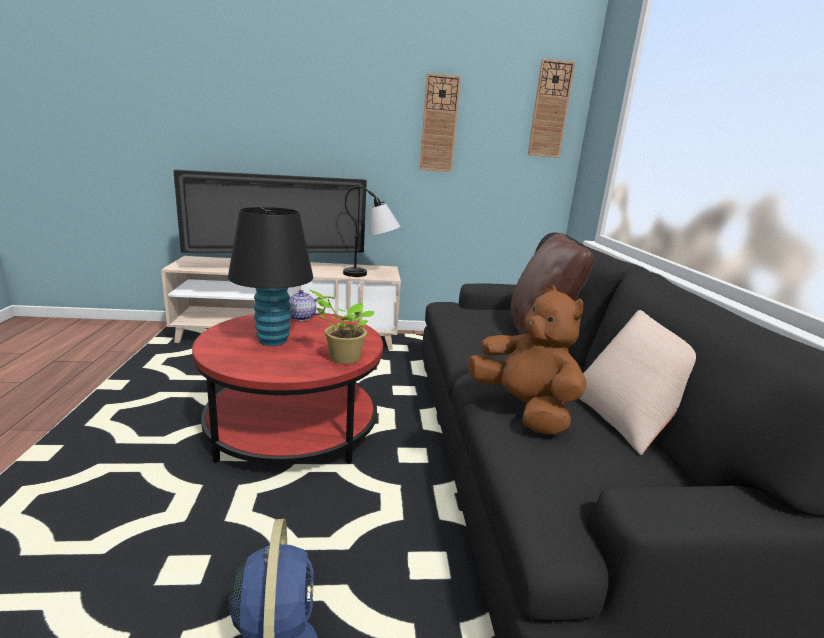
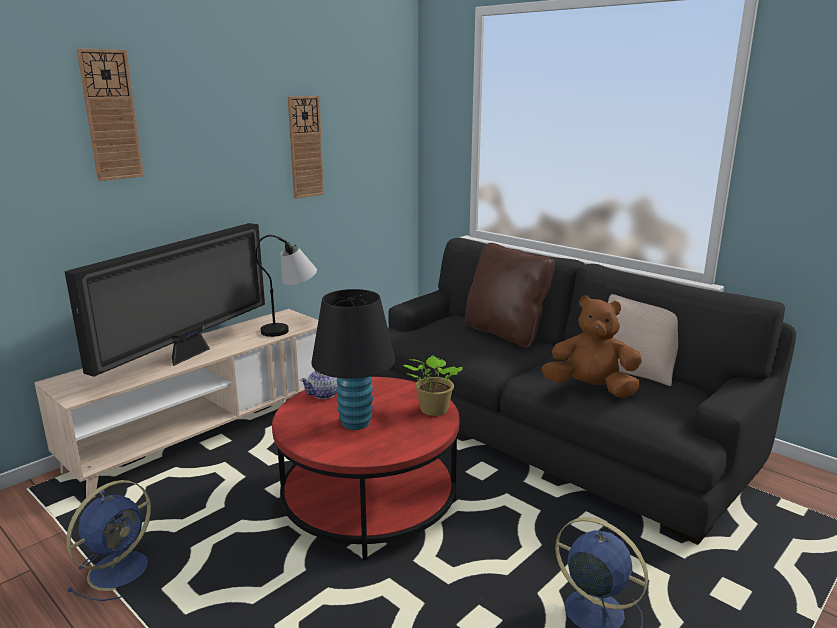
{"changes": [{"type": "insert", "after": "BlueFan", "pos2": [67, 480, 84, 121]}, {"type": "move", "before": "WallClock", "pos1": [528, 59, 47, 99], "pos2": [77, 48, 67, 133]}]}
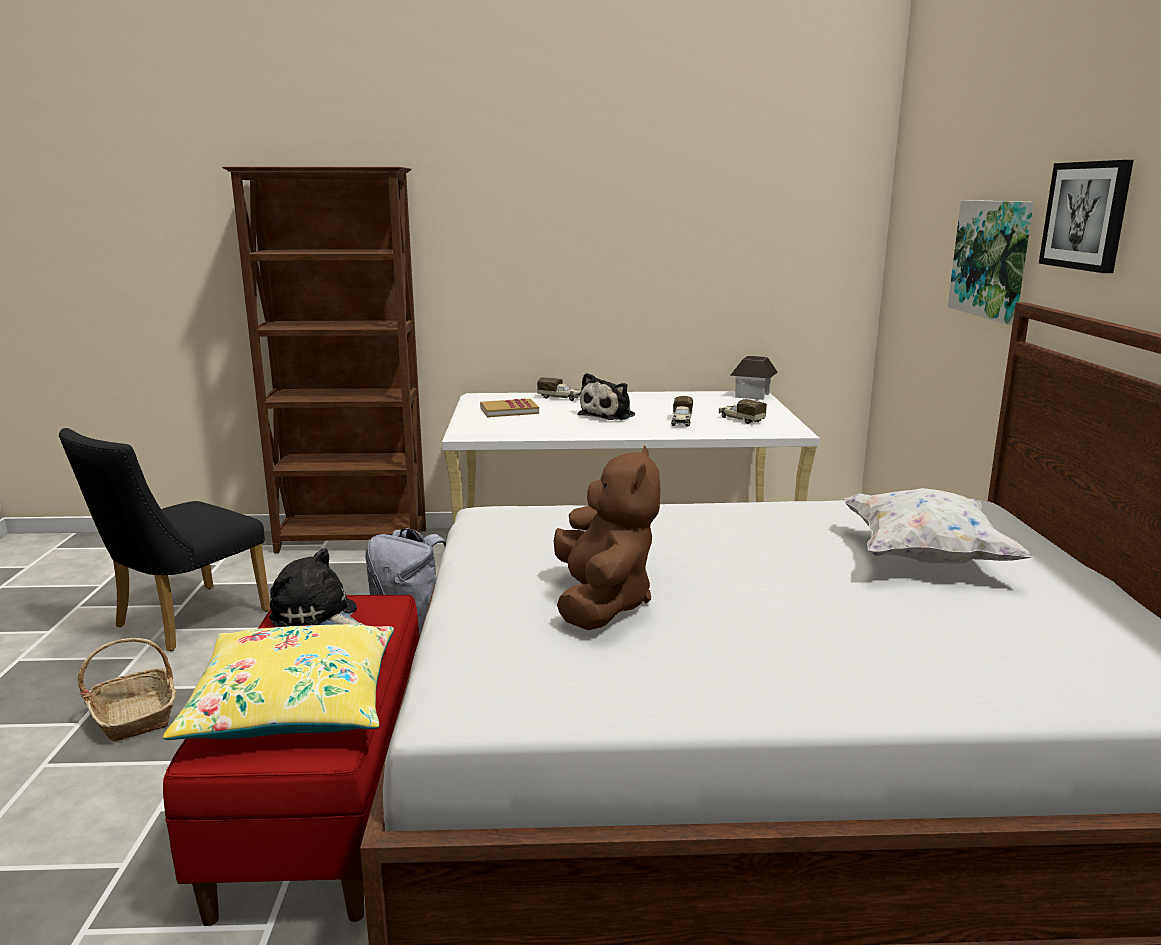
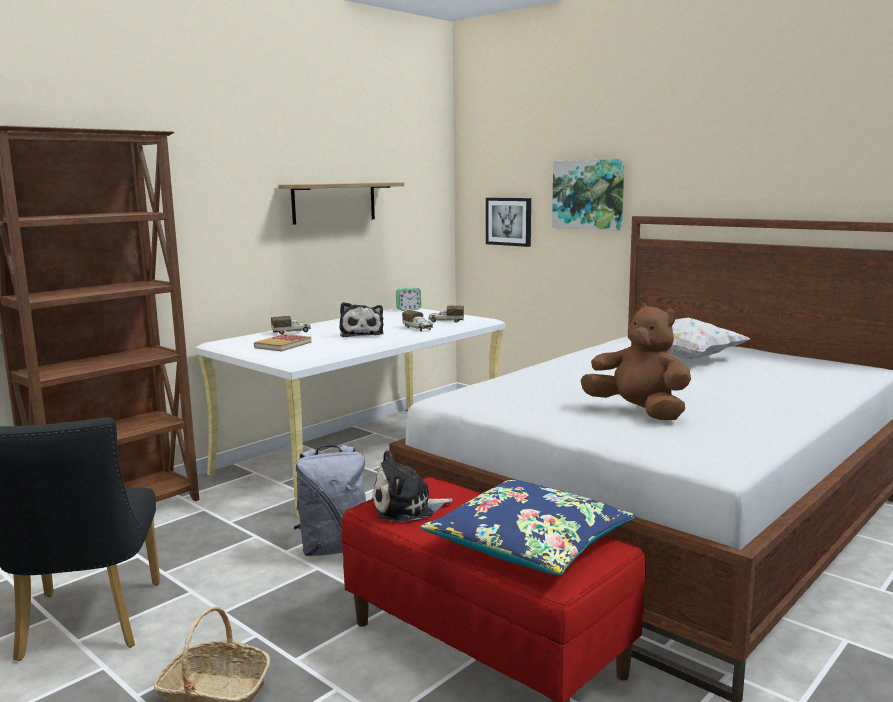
{"changes": [{"type": "insert", "after": "Shelf", "pos2": [278, 182, 126, 43]}, {"type": "replace", "before": "ToyHouse", "after": "AlarmClock", "pos1": [730, 356, 48, 44], "pos2": [396, 287, 25, 24]}, {"type": "recolor", "before": "YellowPillow", "after": "BluePillow", "pos1": [163, 624, 231, 116], "pos2": [421, 480, 215, 96]}, {"type": "move", "before": "Picture", "pos1": [1039, 160, 95, 113], "pos2": [486, 198, 45, 49]}]}
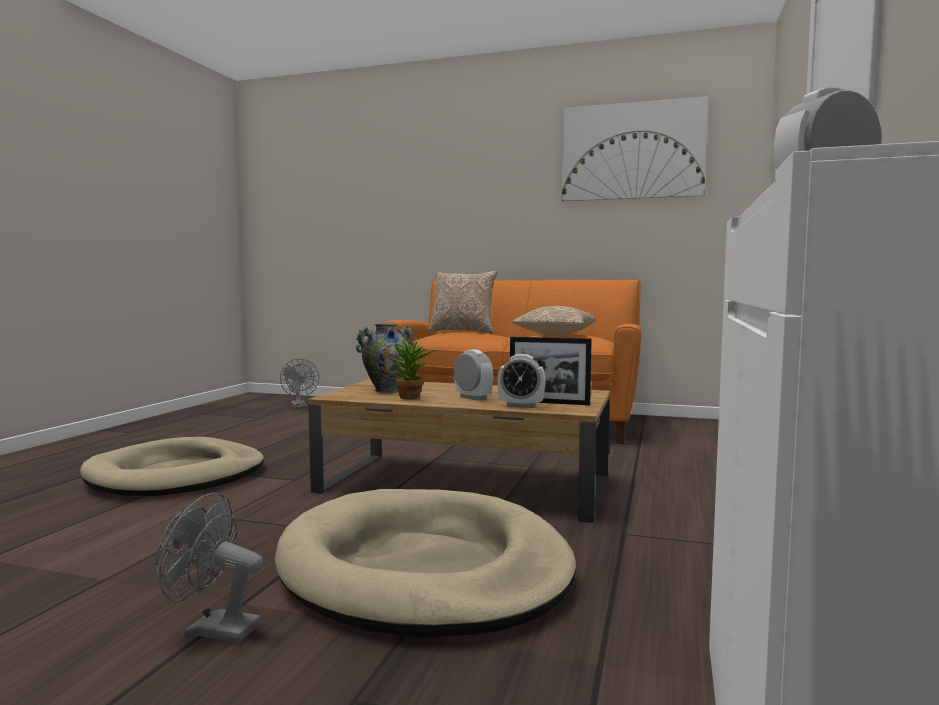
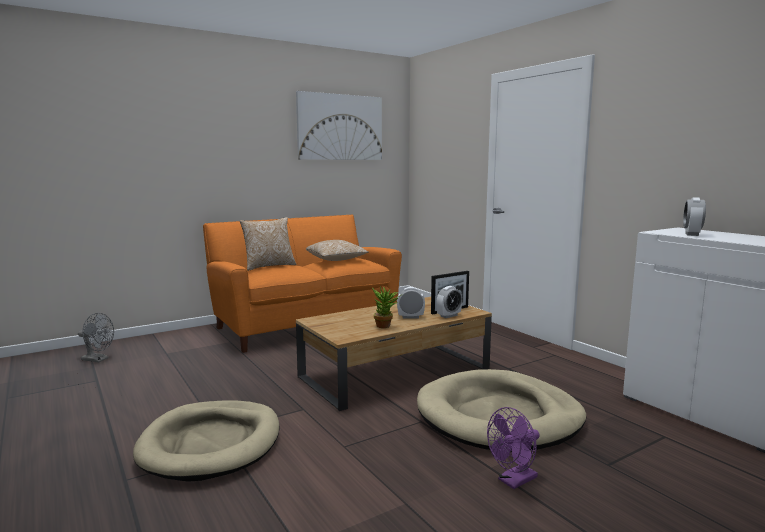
{"changes": [{"type": "recolor", "before": "GreyFan", "after": "PurpleFan", "pos1": [156, 493, 107, 150], "pos2": [487, 407, 53, 82]}, {"type": "delete", "before": "Vase", "pos1": [356, 323, 58, 69]}]}
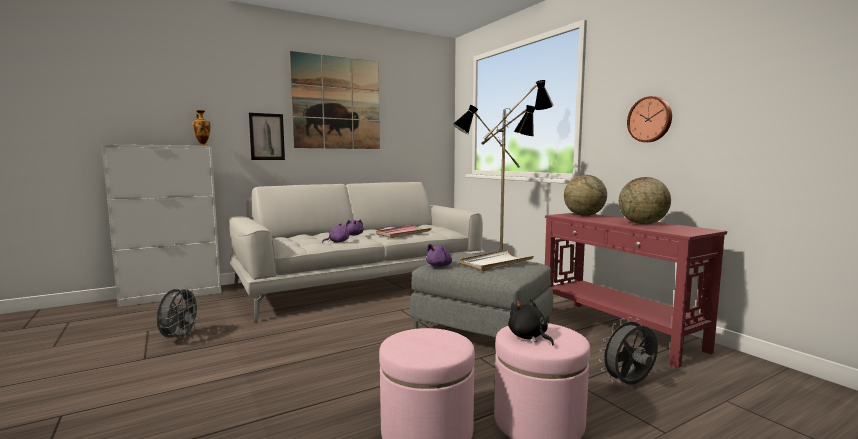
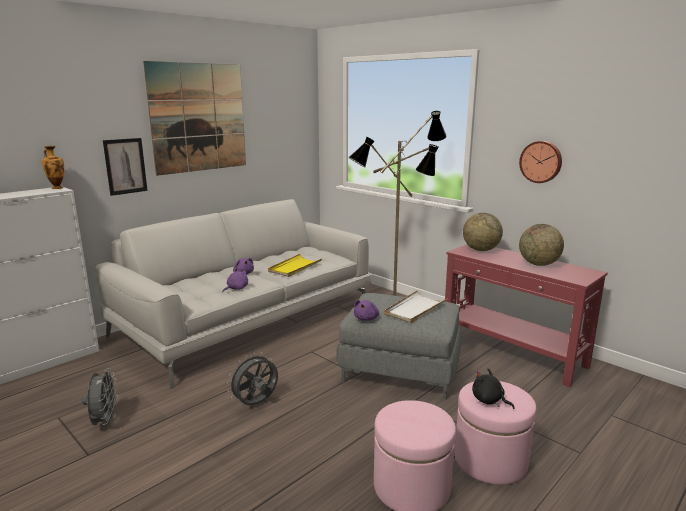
{"changes": [{"type": "move", "before": "GreyFan", "pos1": [599, 317, 59, 68], "pos2": [227, 352, 51, 54]}, {"type": "recolor", "before": "PinkTray", "after": "YellowTray", "pos1": [376, 225, 56, 13], "pos2": [268, 254, 54, 23]}]}
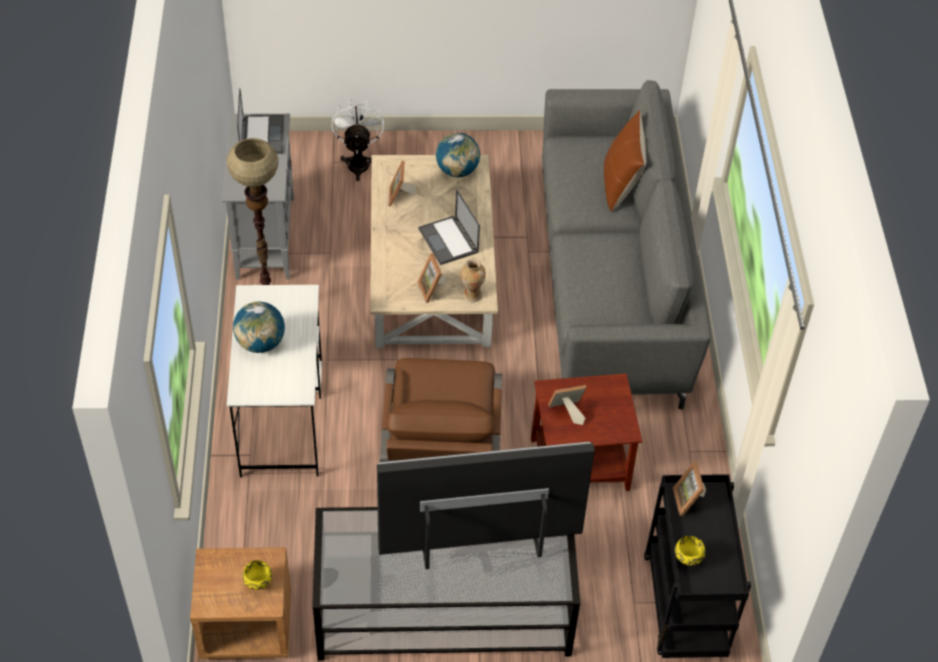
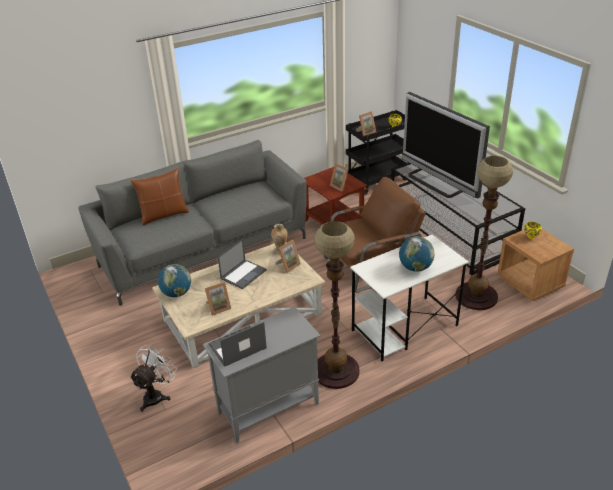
{"changes": [{"type": "rotate", "before": "WhiteFan", "pos1": [331, 100, 53, 81], "pos2": [130, 343, 46, 69], "turn": 150}, {"type": "insert", "after": "FloorLamp", "pos2": [455, 156, 58, 154]}]}
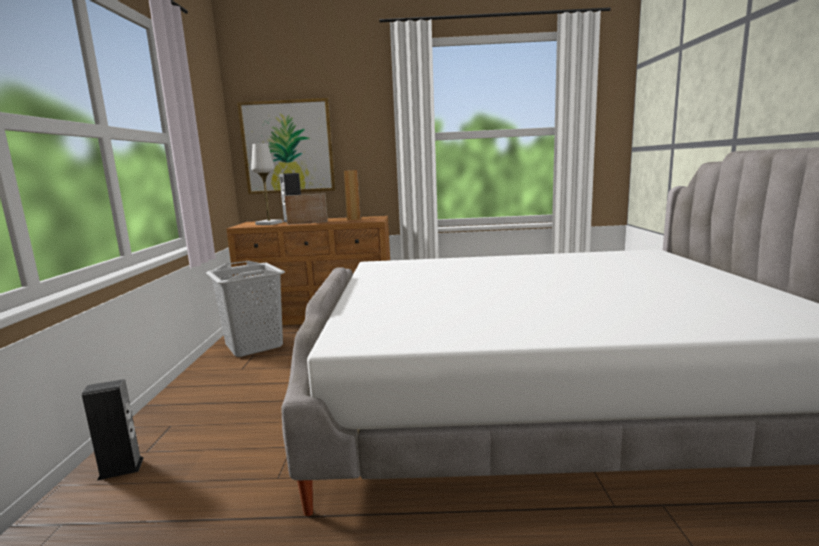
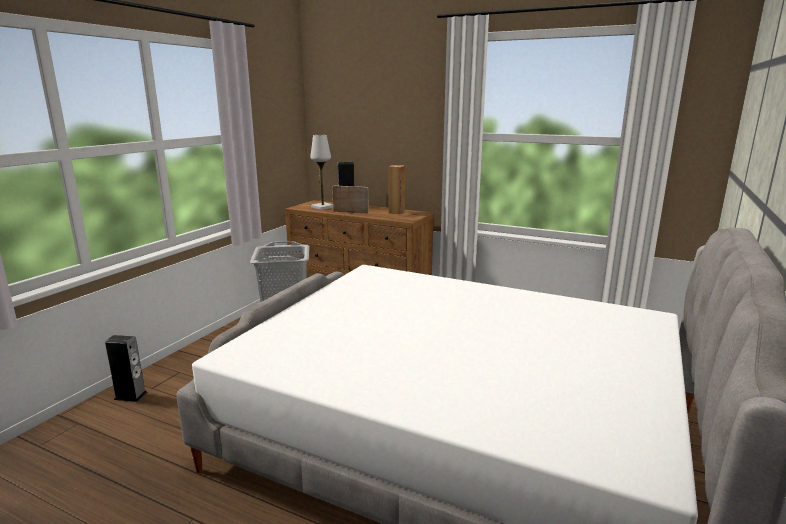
{"changes": [{"type": "delete", "before": "Picture", "pos1": [237, 98, 99, 96]}]}
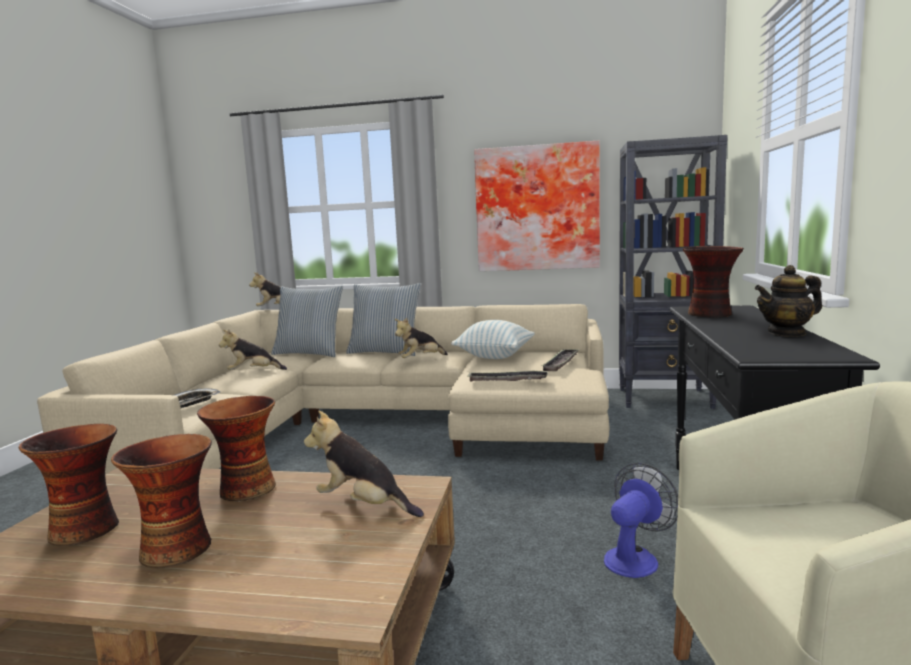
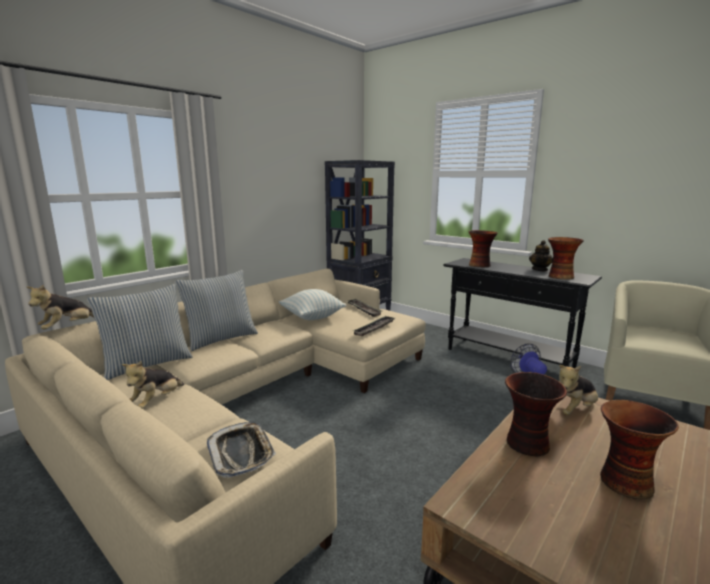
{"changes": [{"type": "move", "before": "Vase", "pos1": [19, 424, 100, 122], "pos2": [548, 237, 36, 43]}, {"type": "delete", "before": "PlushToy", "pos1": [395, 318, 53, 40]}, {"type": "delete", "before": "Picture", "pos1": [474, 141, 126, 130]}]}
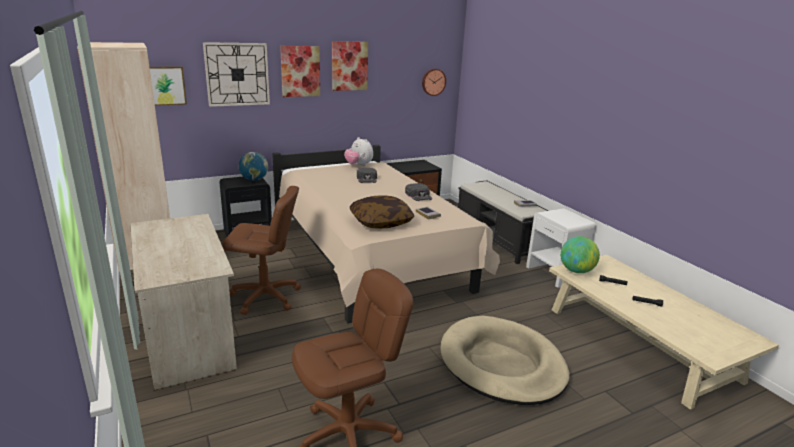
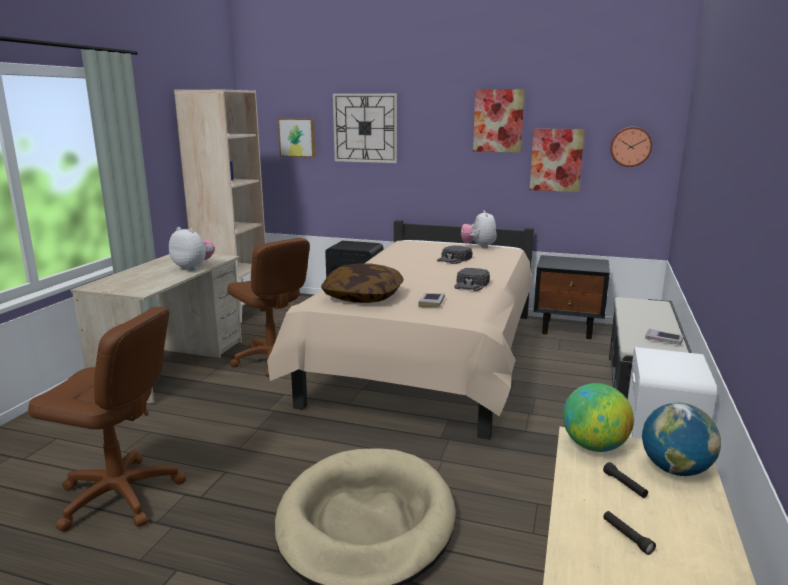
{"changes": [{"type": "insert", "after": "PlushToy", "pos2": [169, 227, 46, 44]}, {"type": "move", "before": "Picture", "pos1": [280, 46, 40, 51], "pos2": [530, 129, 55, 63]}, {"type": "move", "before": "Globe", "pos1": [239, 152, 29, 29], "pos2": [642, 403, 79, 73]}]}
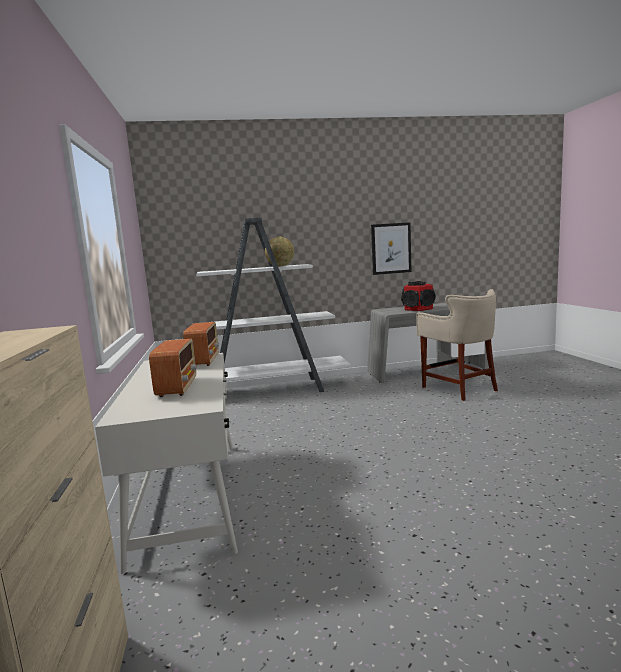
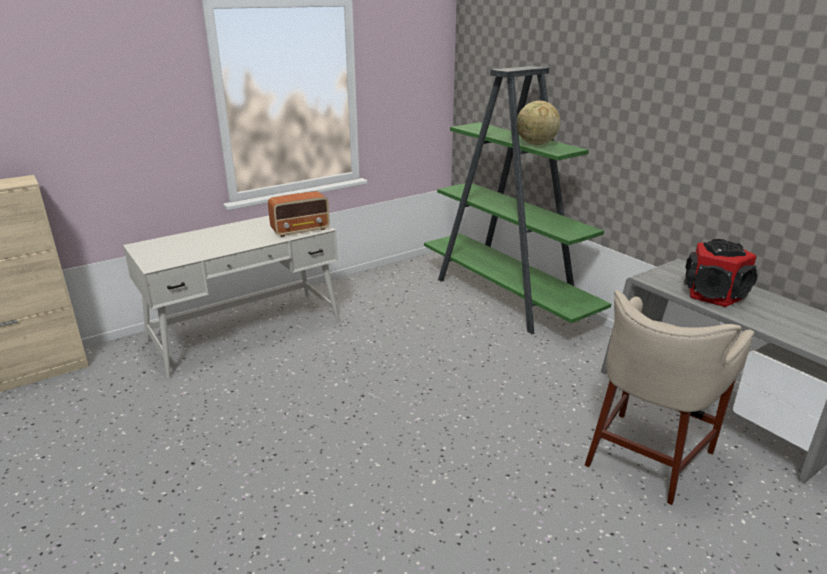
{"changes": [{"type": "recolor", "before": "WhiteBookcase", "after": "GreenBookcase", "pos1": [196, 218, 155, 174], "pos2": [424, 66, 187, 268]}, {"type": "delete", "before": "Radio", "pos1": [149, 339, 47, 58]}, {"type": "delete", "before": "Picture", "pos1": [371, 222, 41, 53]}]}
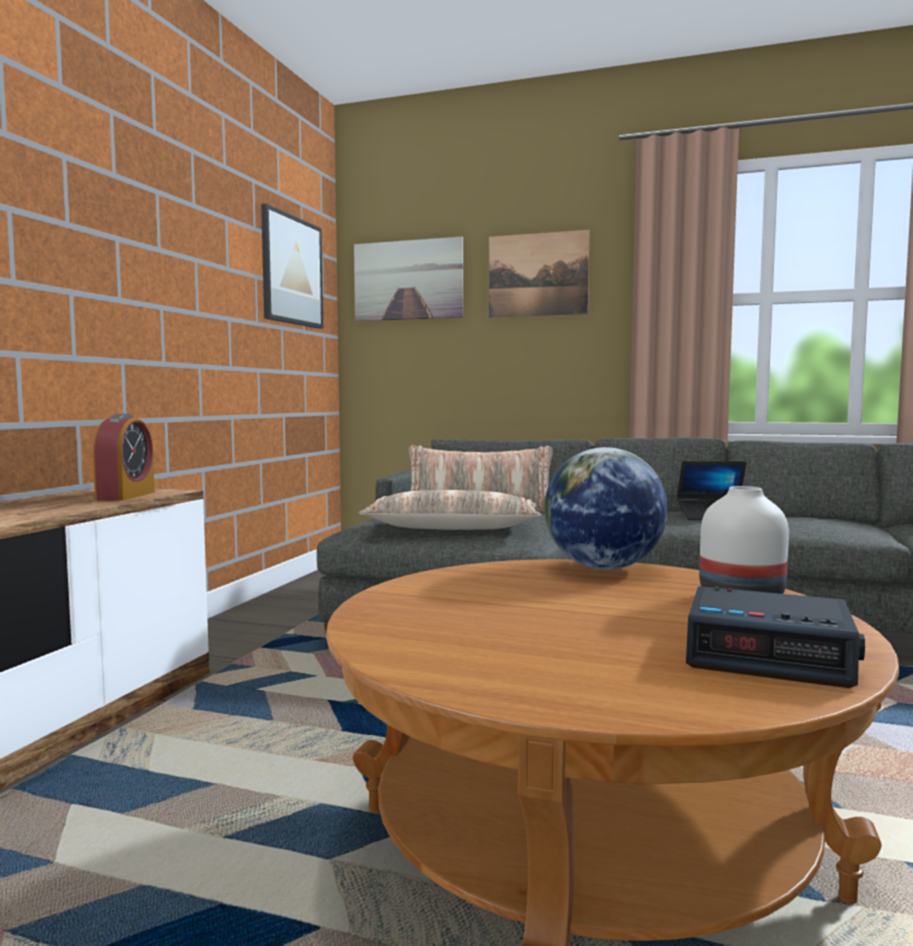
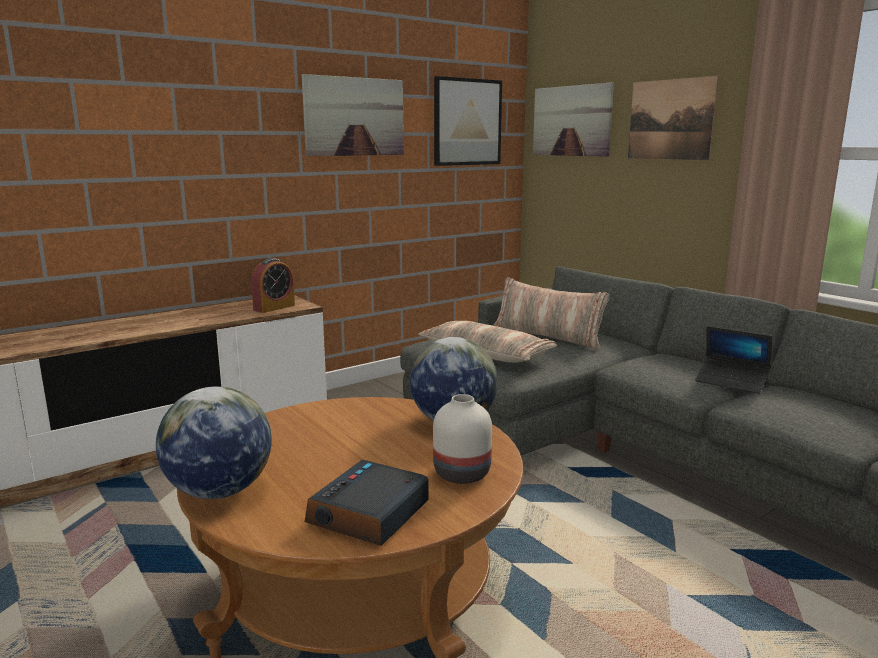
{"changes": [{"type": "insert", "after": "Globe", "pos2": [156, 386, 116, 113]}, {"type": "insert", "after": "Picture", "pos2": [302, 74, 102, 82]}, {"type": "rotate", "before": "AlarmClock", "pos1": [686, 586, 179, 102], "pos2": [305, 459, 123, 87], "turn": 60}]}
